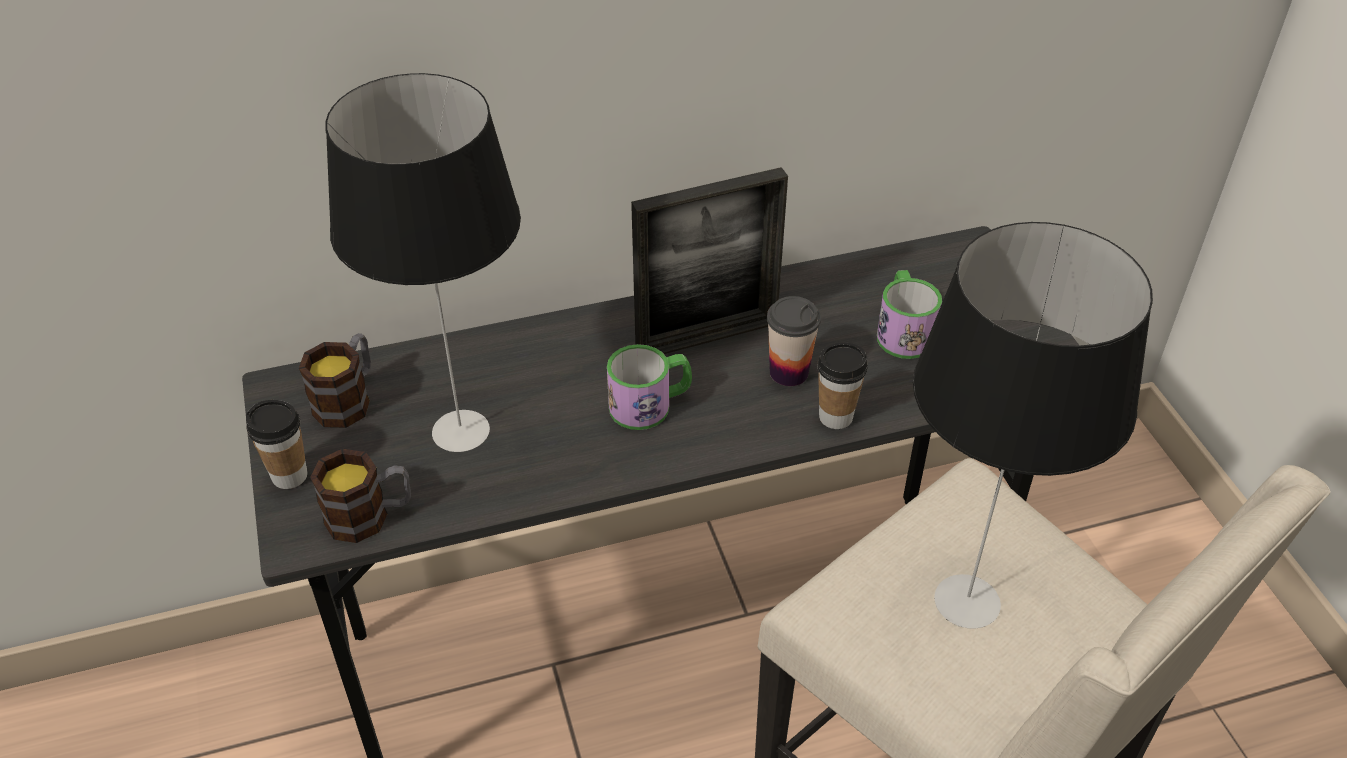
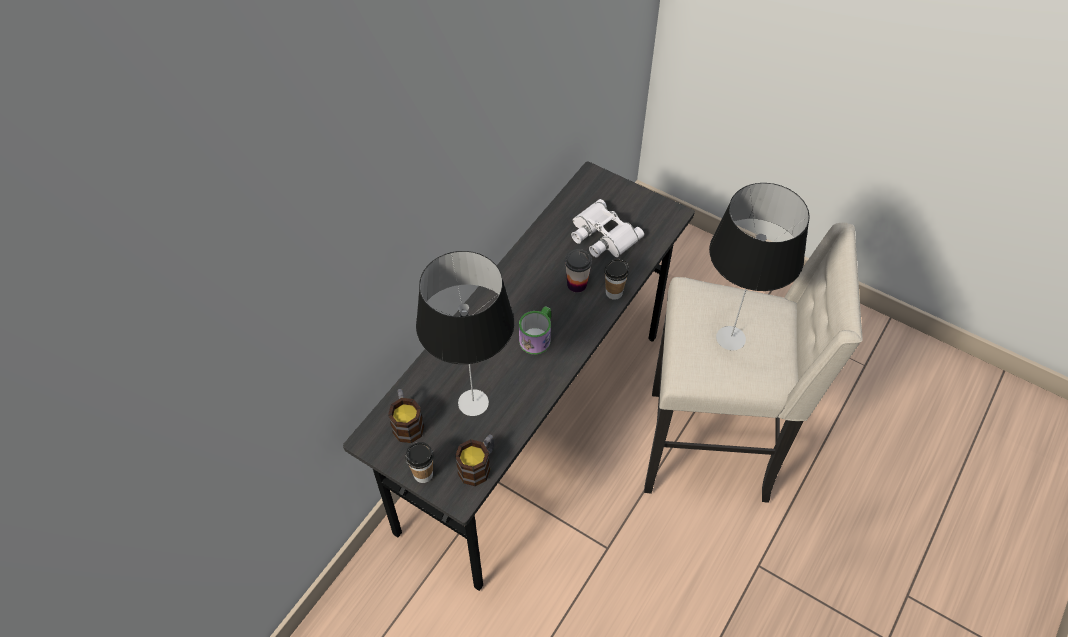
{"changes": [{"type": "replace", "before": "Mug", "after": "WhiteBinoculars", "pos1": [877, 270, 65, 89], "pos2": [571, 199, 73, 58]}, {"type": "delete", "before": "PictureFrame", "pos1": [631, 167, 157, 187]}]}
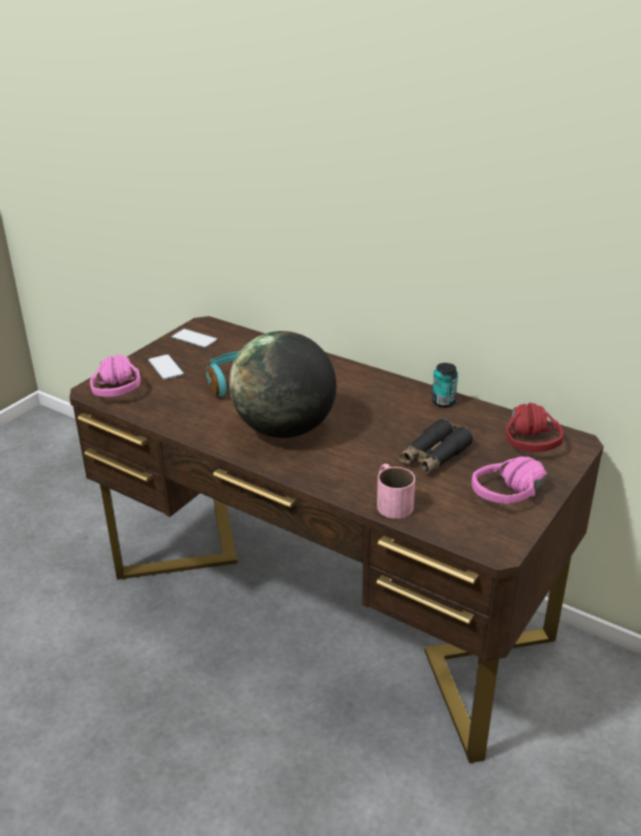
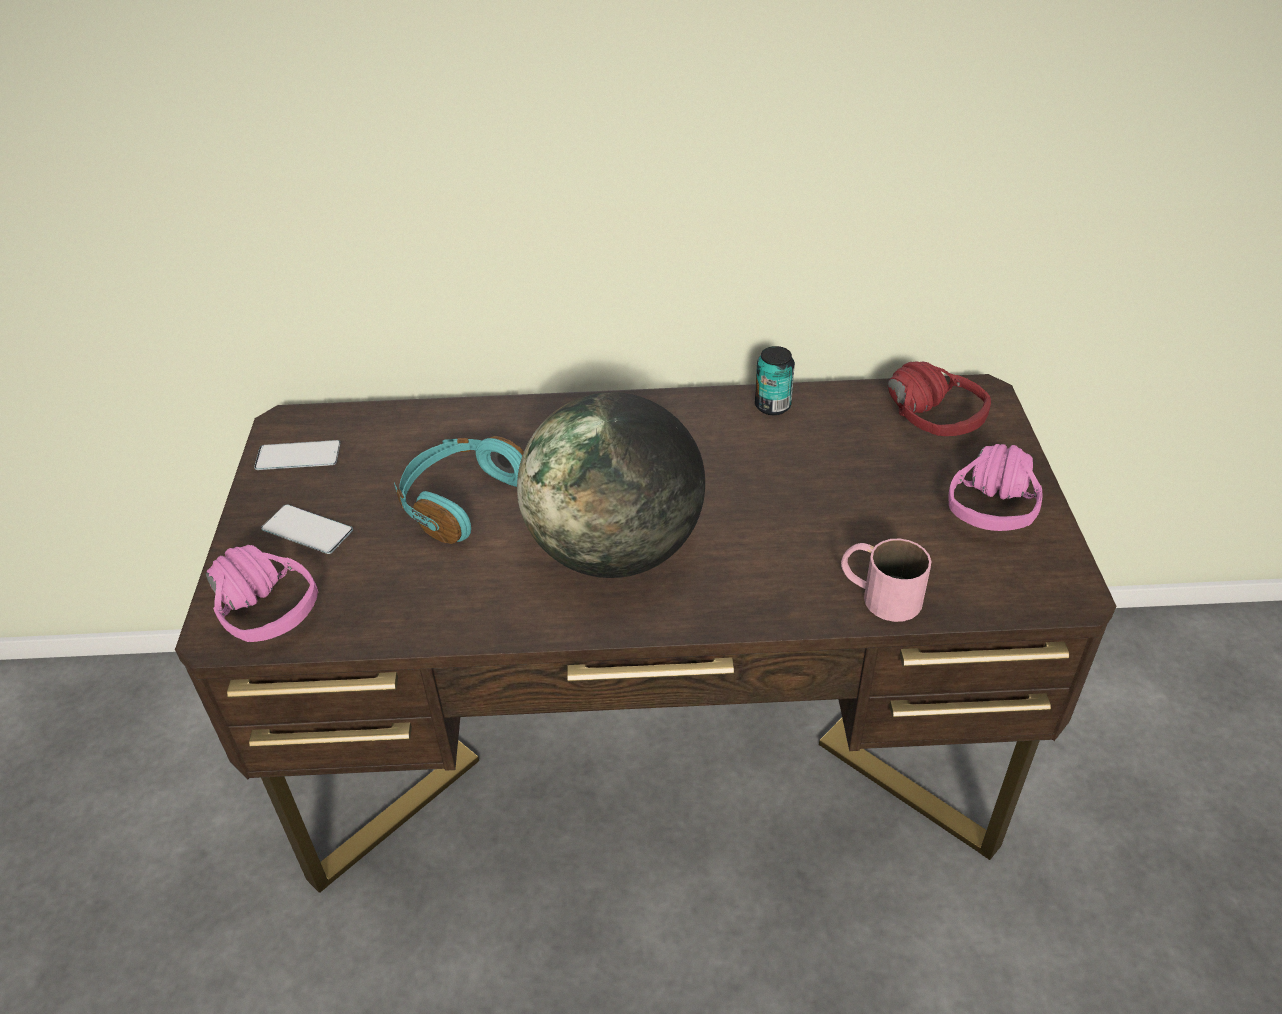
{"changes": [{"type": "delete", "before": "BlackBinoculars", "pos1": [399, 418, 75, 56]}]}
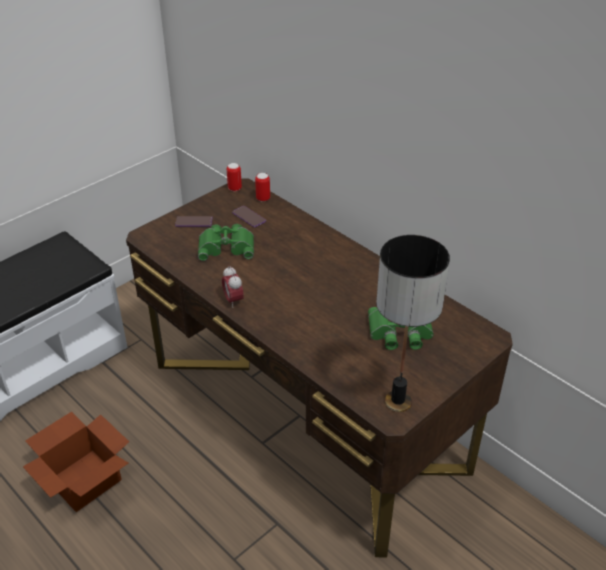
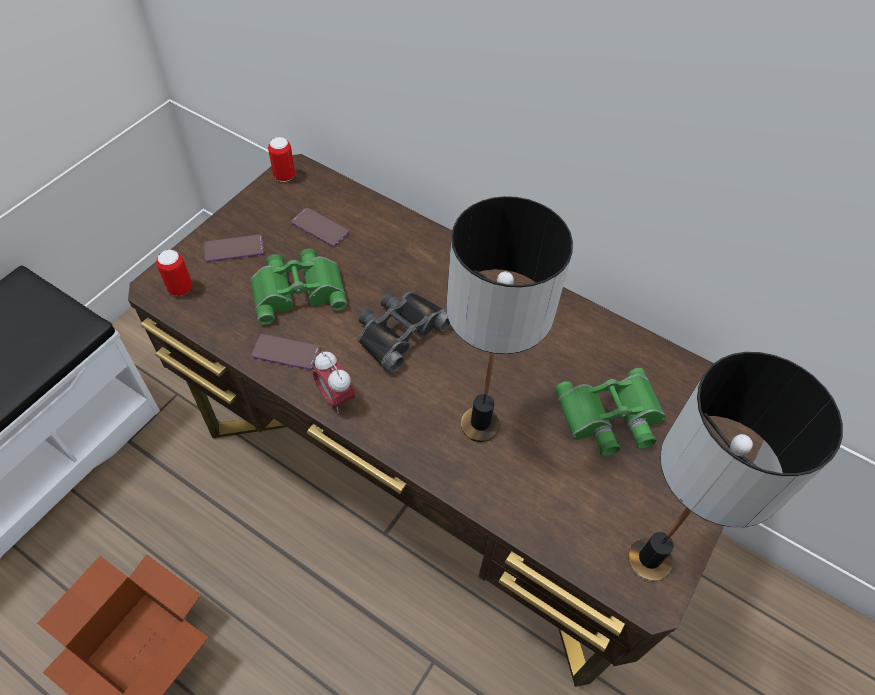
{"changes": [{"type": "move", "before": "Can", "pos1": [255, 173, 15, 29], "pos2": [156, 250, 36, 46]}, {"type": "insert", "after": "Phone", "pos2": [252, 334, 68, 36]}, {"type": "insert", "after": "BlackBinoculars", "pos2": [358, 292, 93, 82]}, {"type": "insert", "after": "TableLamp", "pos2": [446, 196, 127, 246]}]}
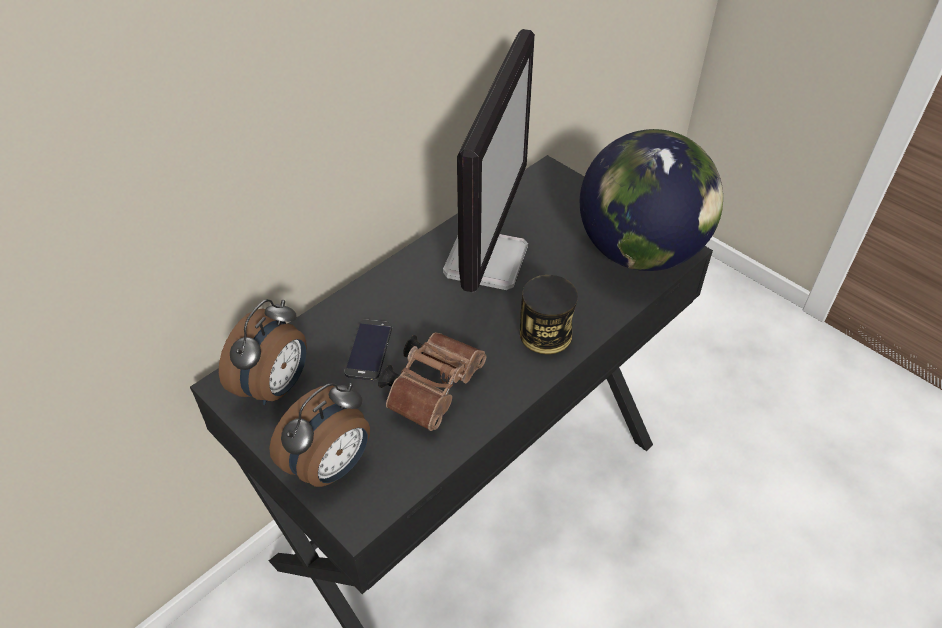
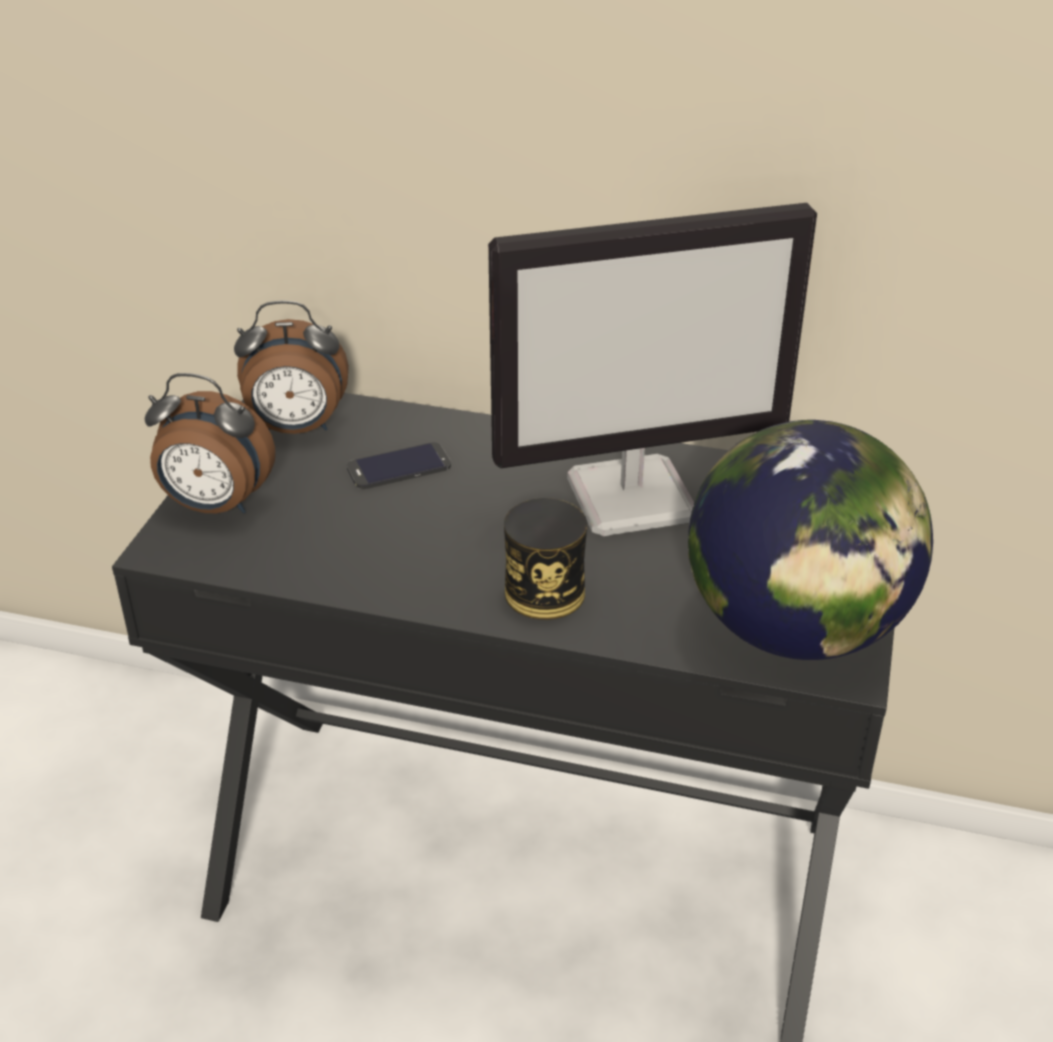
{"changes": [{"type": "delete", "before": "BrownBinoculars", "pos1": [378, 333, 108, 98]}]}
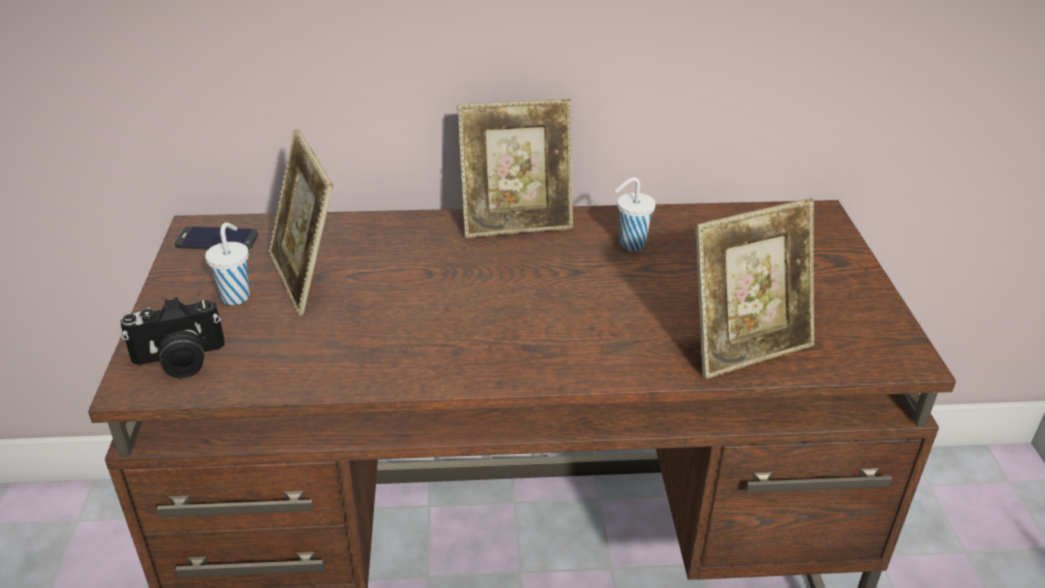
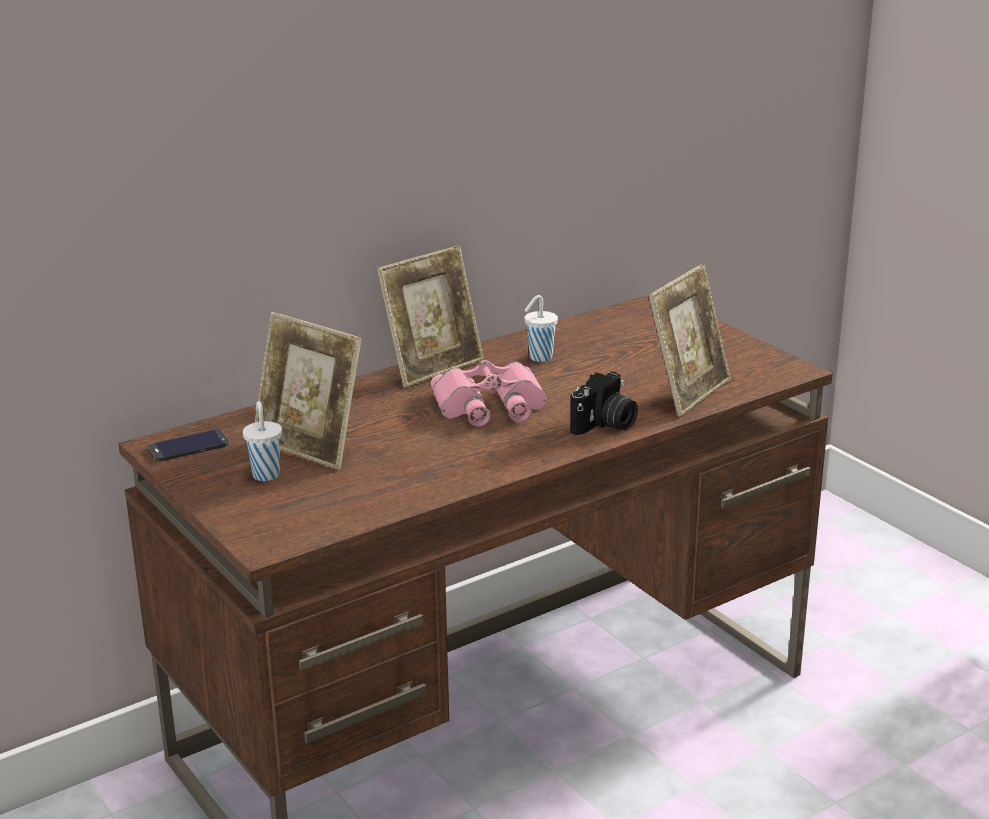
{"changes": [{"type": "insert", "after": "PinkBinoculars", "pos2": [431, 360, 116, 67]}, {"type": "move", "before": "PhotoCamera", "pos1": [121, 297, 104, 81], "pos2": [570, 372, 68, 63]}]}
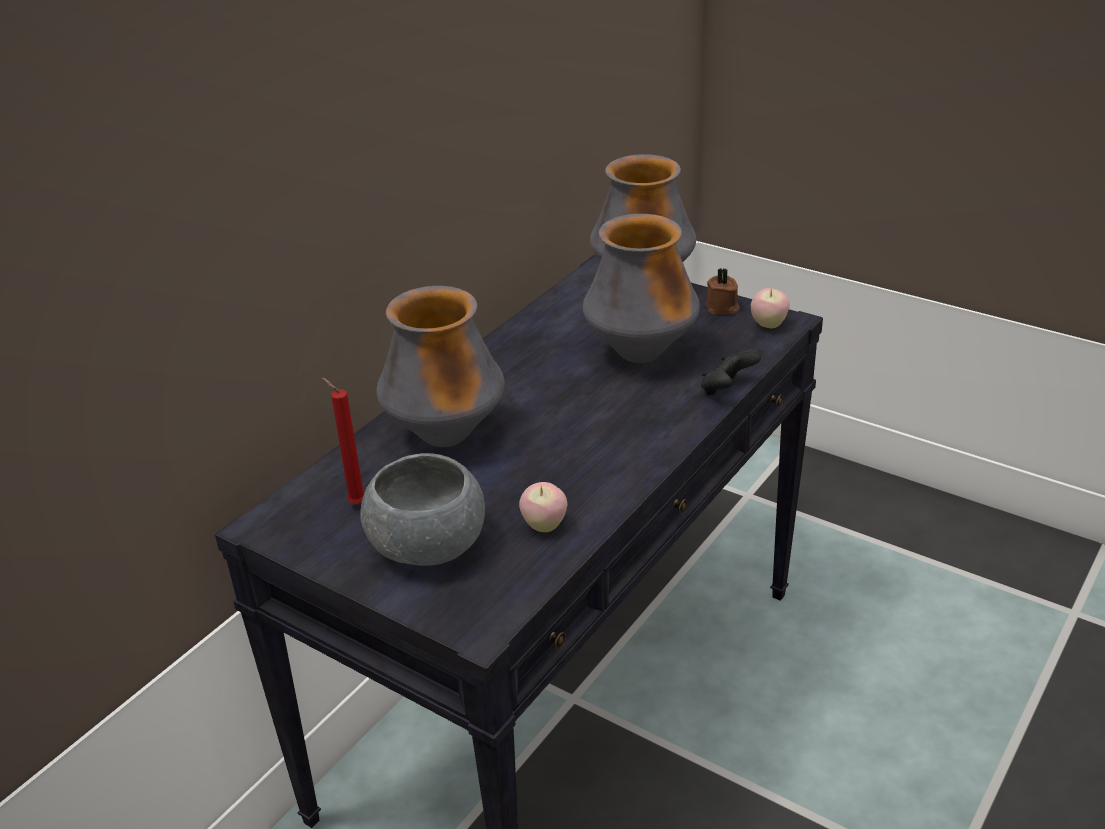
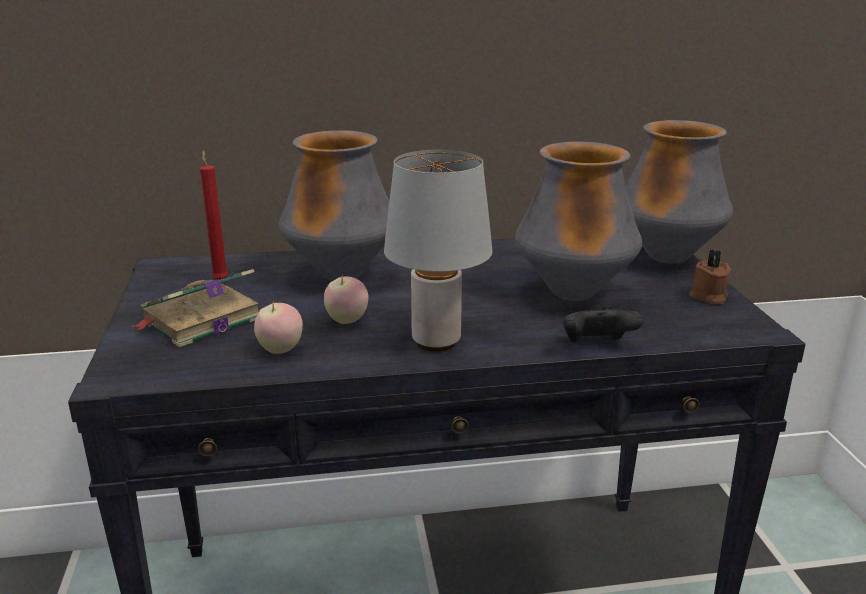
{"changes": [{"type": "replace", "before": "GreyBowl", "after": "Book", "pos1": [361, 453, 124, 113], "pos2": [131, 269, 128, 79]}, {"type": "move", "before": "Apple", "pos1": [751, 288, 39, 40], "pos2": [324, 274, 44, 50]}, {"type": "insert", "after": "GreyTableLamp", "pos2": [384, 150, 108, 202]}]}
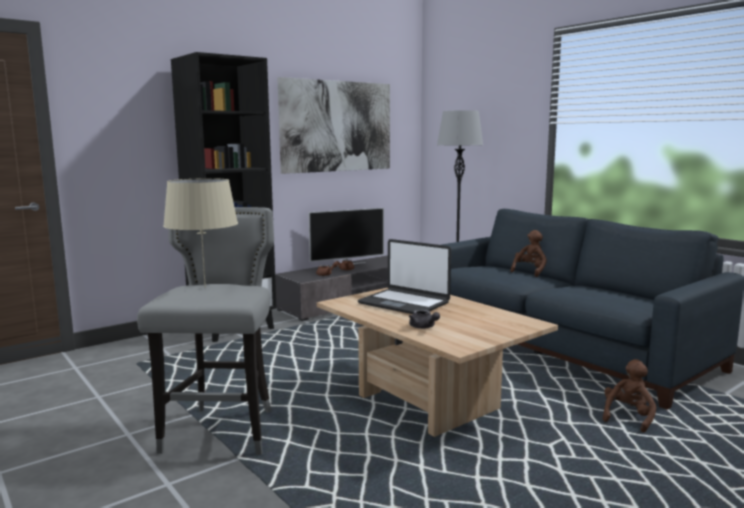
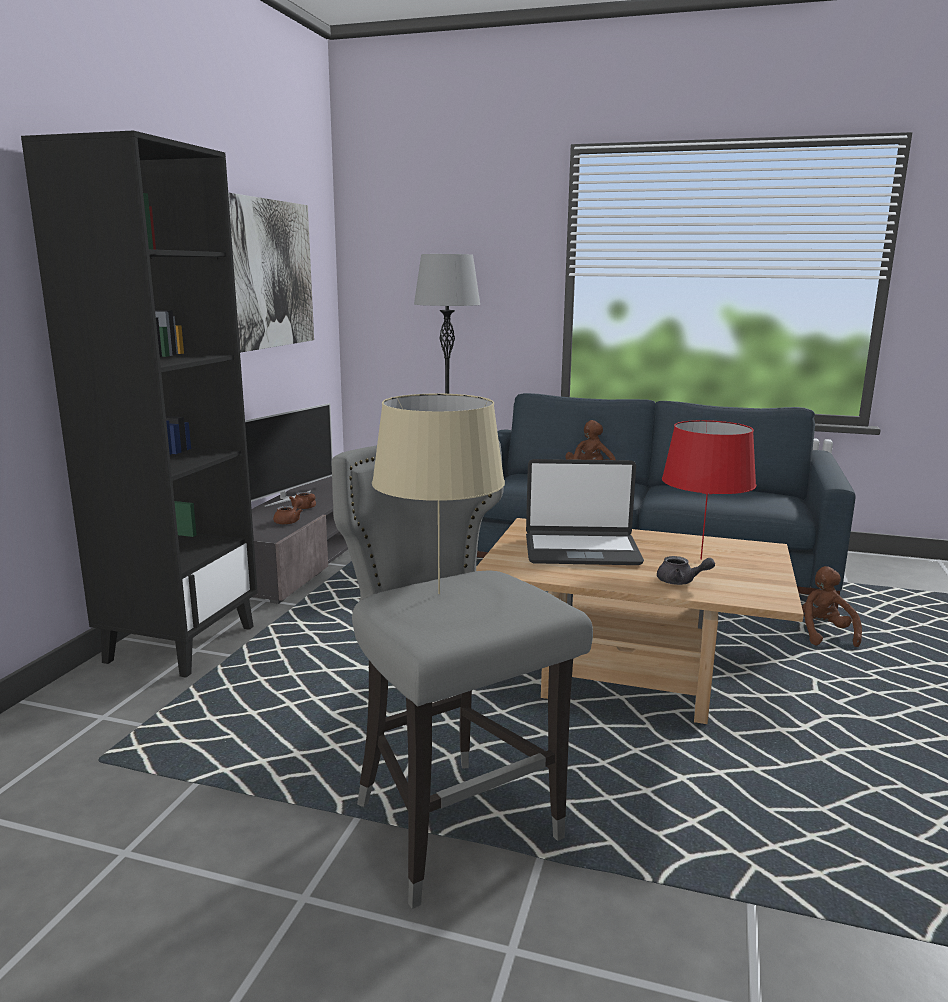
{"changes": [{"type": "insert", "after": "RedTableLamp", "pos2": [662, 420, 94, 140]}]}
